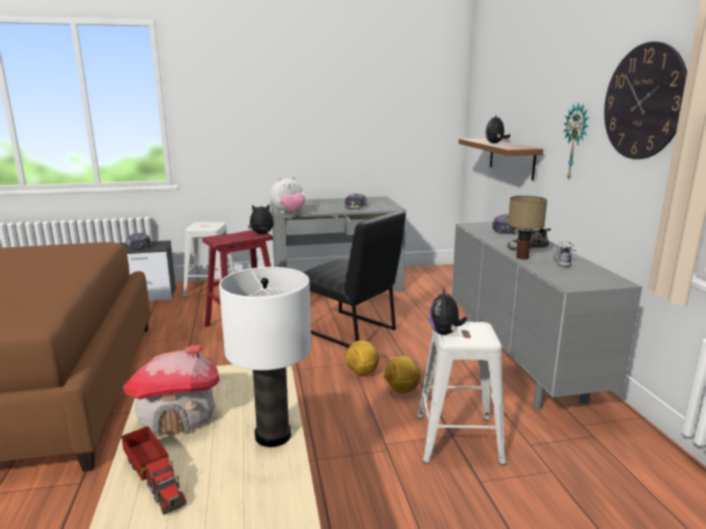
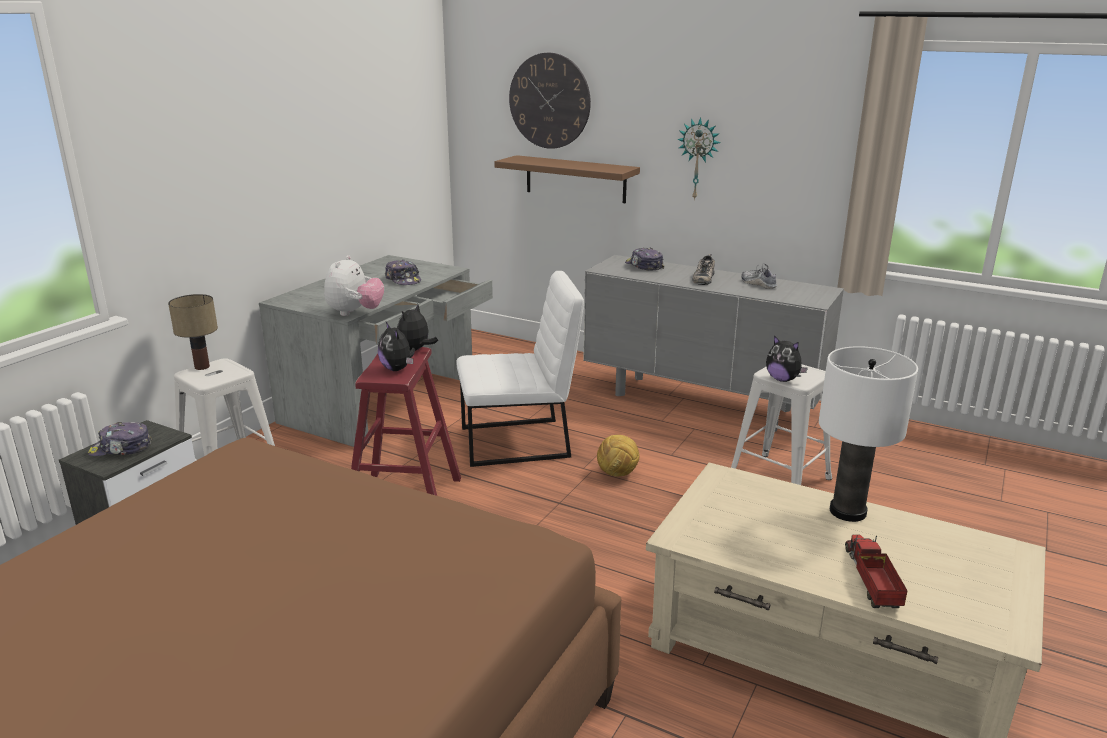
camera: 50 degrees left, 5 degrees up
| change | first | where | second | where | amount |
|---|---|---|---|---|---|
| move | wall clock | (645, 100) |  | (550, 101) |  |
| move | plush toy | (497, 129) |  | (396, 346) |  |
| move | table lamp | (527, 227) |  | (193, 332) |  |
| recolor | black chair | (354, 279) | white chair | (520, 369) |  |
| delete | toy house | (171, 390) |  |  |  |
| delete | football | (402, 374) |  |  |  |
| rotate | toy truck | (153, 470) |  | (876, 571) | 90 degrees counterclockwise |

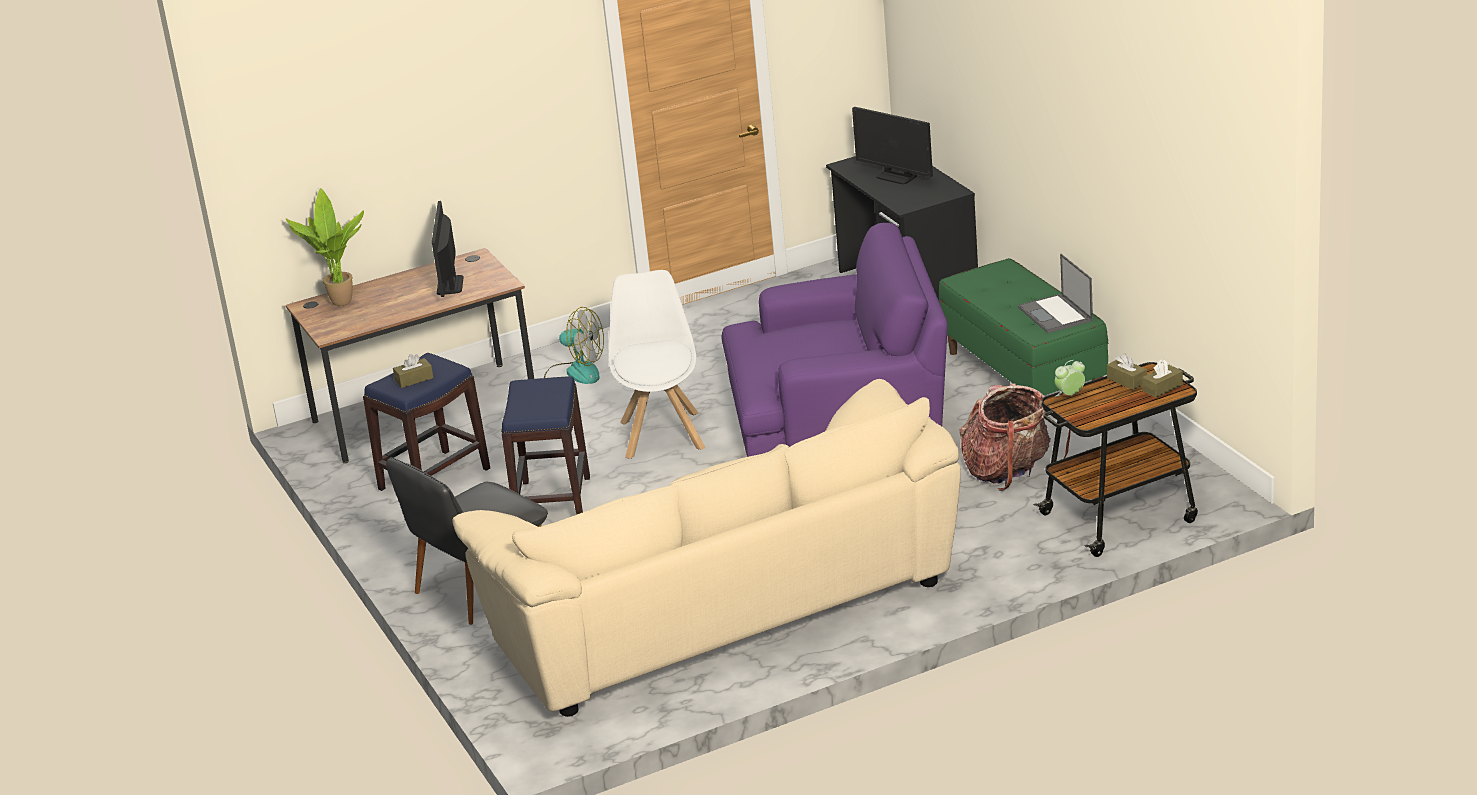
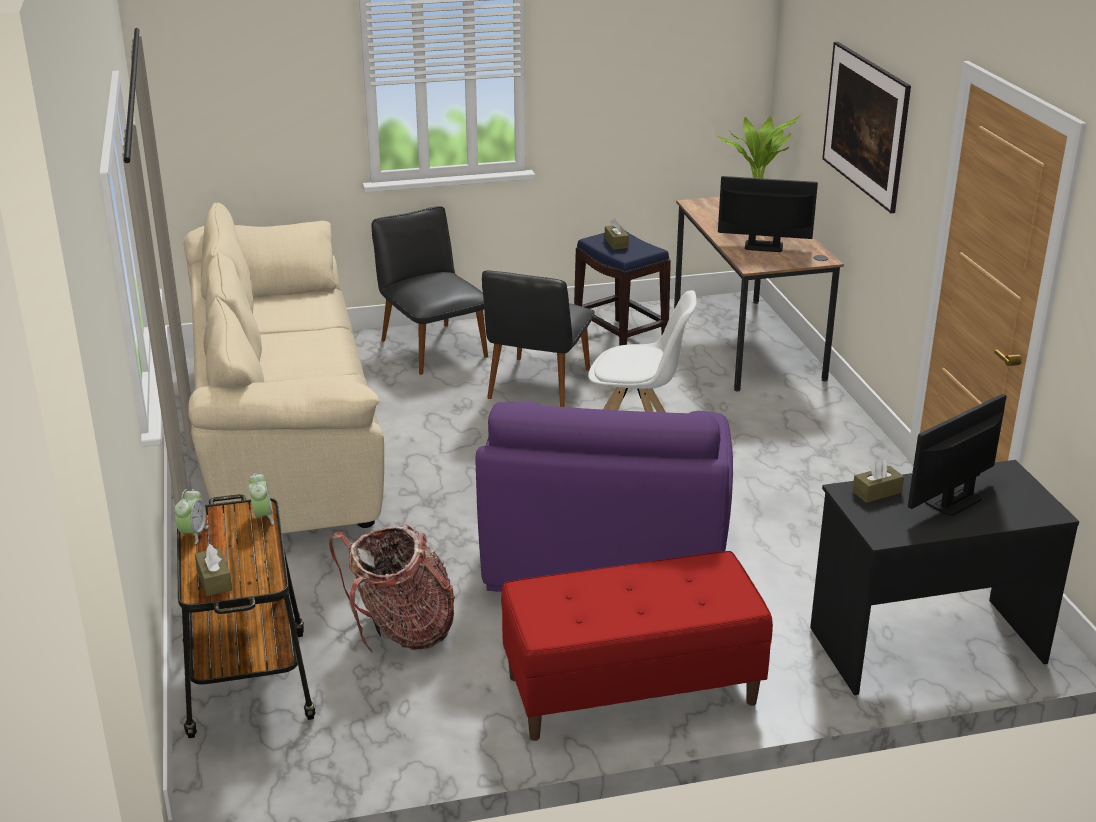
camera: 100 degrees right, 0 degrees up
| change | first | where | second | where | amount |
|---|---|---|---|---|---|
| delete | laptop | (1055, 293) |  |  |  |
| recolor | green bench | (1023, 326) | red bench | (637, 646) |  |
| delete | fan | (574, 345) |  |  |  |
| move | brown tissue box | (1127, 371) |  | (878, 480) |  |
| replace | stool | (545, 445) | black chair | (538, 338) |  |
| insert |  |  | picture | (866, 127) |  |
| insert |  |  | alarm clock | (191, 516) |  |

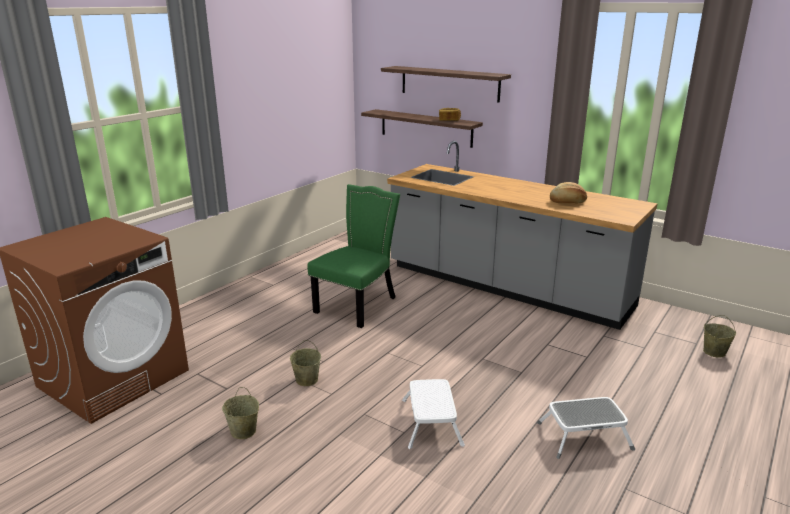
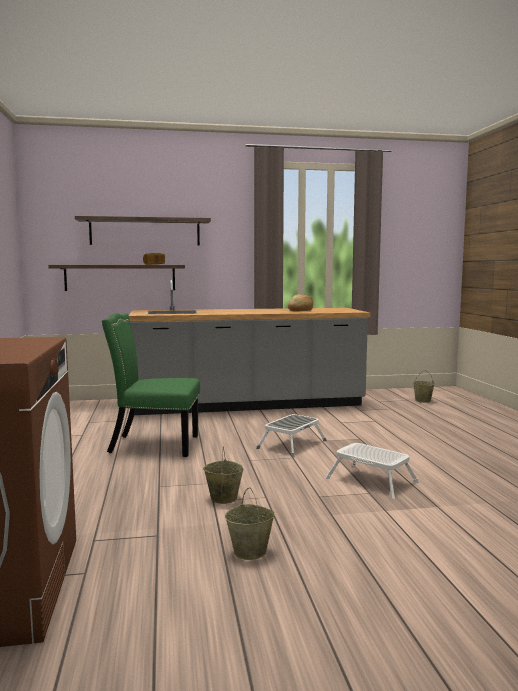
camera: 45 degrees left, 15 degrees down
| change | first | where | second | where | amount |
|---|---|---|---|---|---|
| rotate | green chair | (353, 256) |  | (151, 385) | 75 degrees counterclockwise |
| move | grey step ladder | (586, 428) |  | (291, 436) |  |

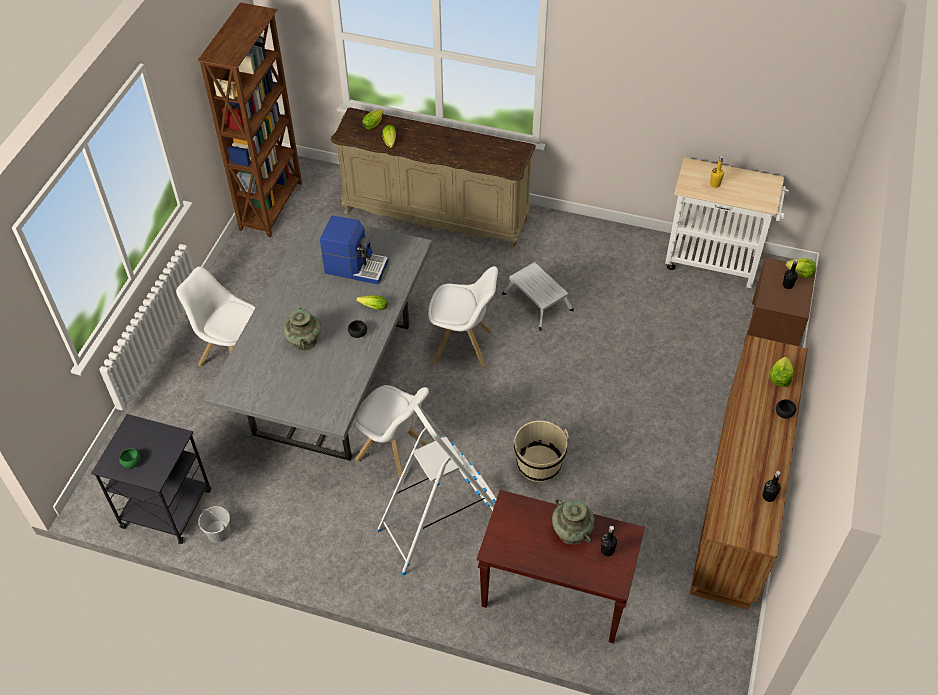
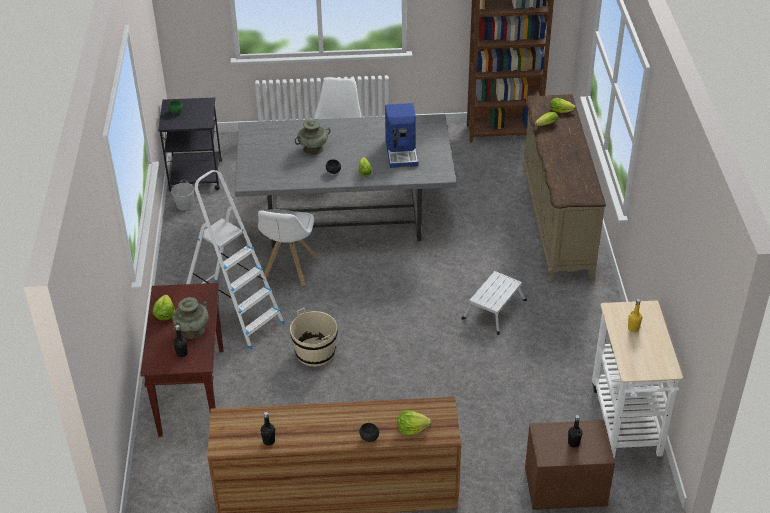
camera: 70 degrees right, 10 degrees down
| change | first | where | second | where | amount |
|---|---|---|---|---|---|
| move | lettuce | (801, 268) |  | (164, 307) |  |
| delete | white chair | (463, 317) |  |  |  |

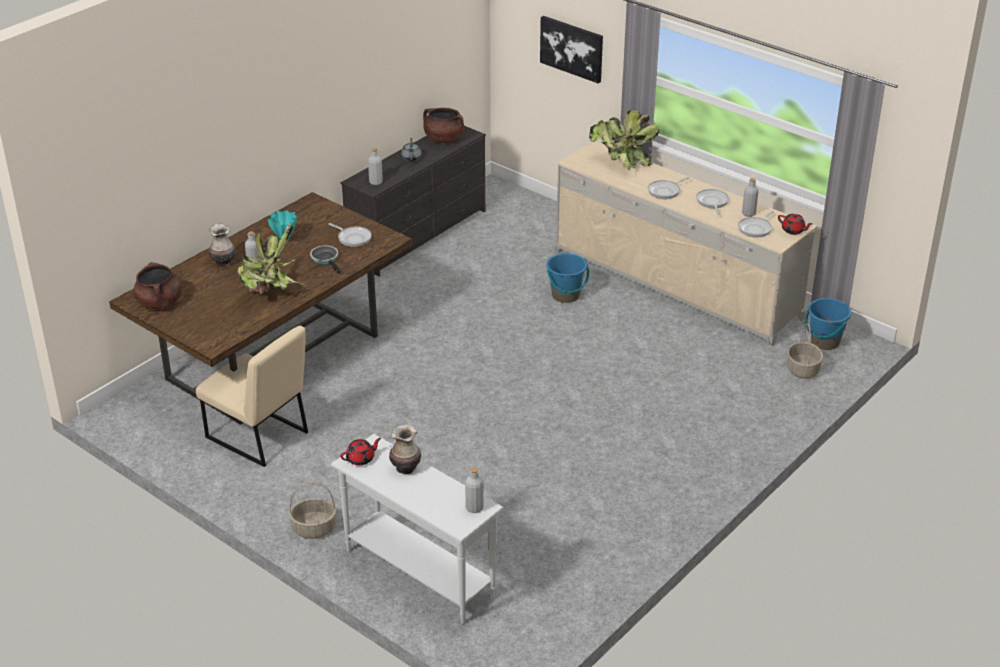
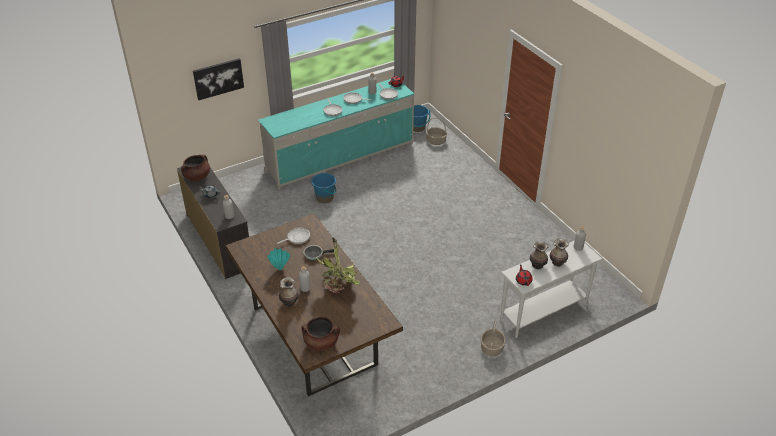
camera: 70 degrees left, 5 degrees up
| change | first | where | second | where | amount |
|---|---|---|---|---|---|
| delete | potted plant | (624, 140) |  |  |  |
| recolor | beige cabinet | (687, 244) | turquoise cabinet | (336, 134) |  |
| delete | beige chair | (252, 396) |  |  |  |
| insert |  |  | vase | (559, 253) |  |

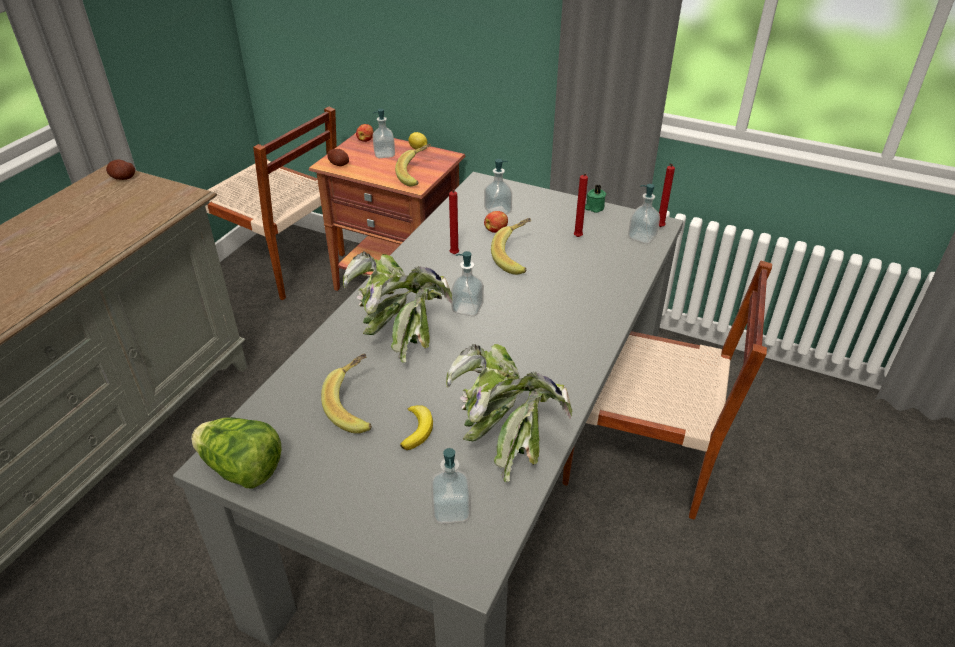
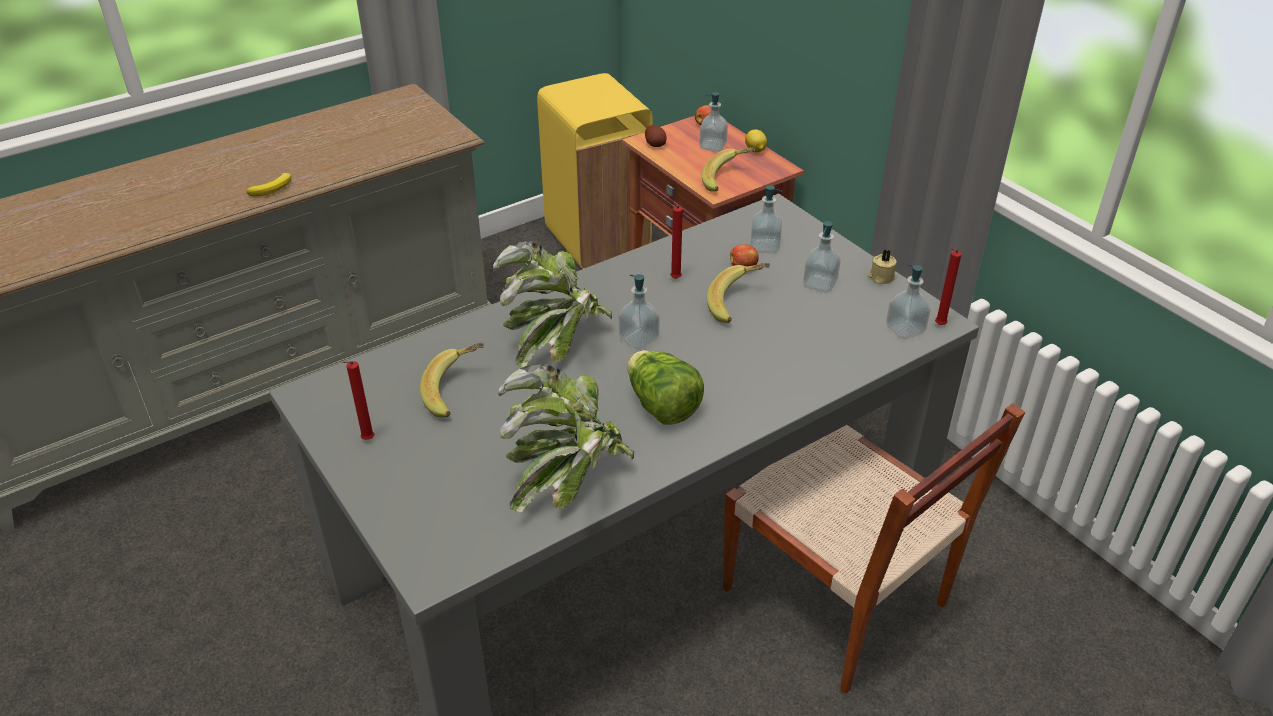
camera: 30 degrees right, 0 degrees up
| change | first | where | second | where | amount |
|---|---|---|---|---|---|
| replace | chair | (275, 203) | yellow trash can | (595, 171) |  |
| delete | potato | (120, 169) |  |  |  |
| move | red candle | (581, 205) |  | (357, 400) |  |
| recolor | green candle | (595, 199) | beige candle | (882, 267) |  |
| move | banana | (416, 427) |  | (269, 185) |  |
| move | lettuce | (236, 453) |  | (665, 387) |  |
| move | soap dispenser | (451, 486) |  | (822, 257) |  |

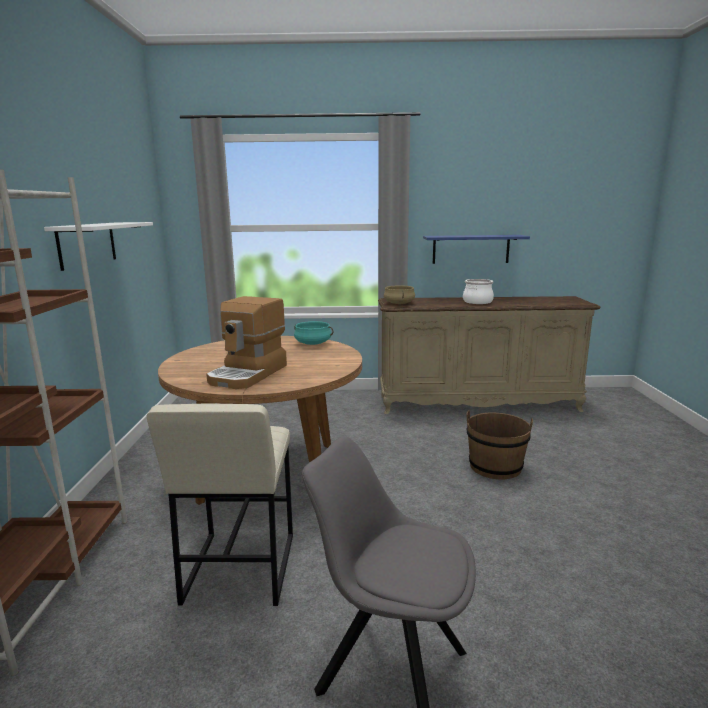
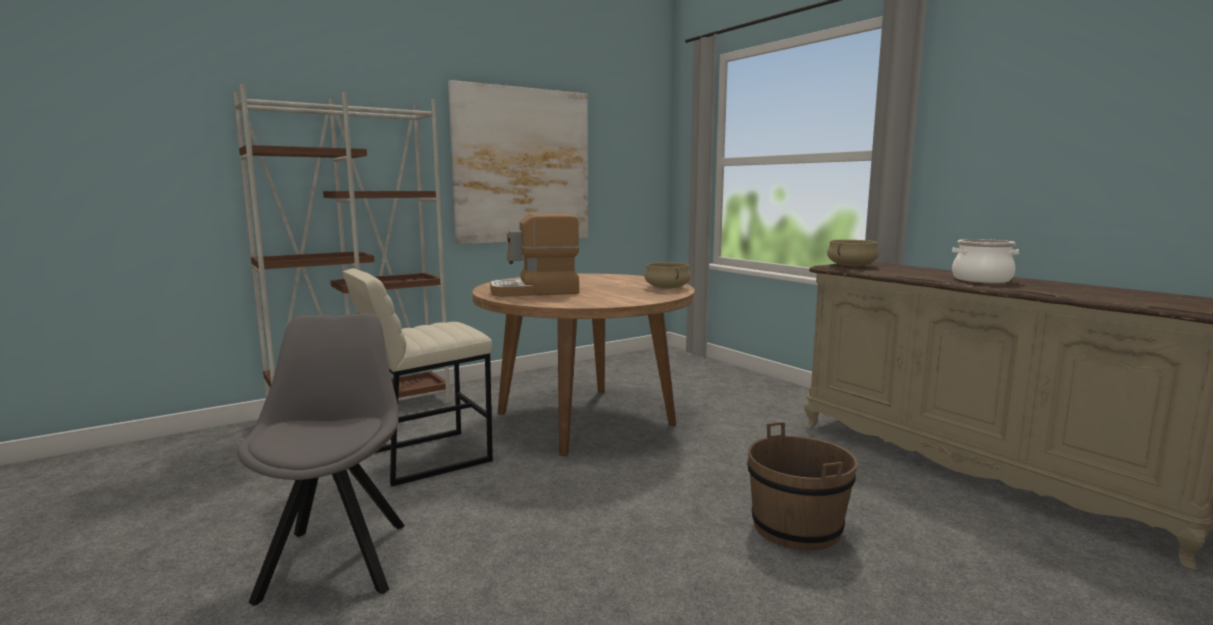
camera: 55 degrees right, 5 degrees down
| change | first | where | second | where | amount |
|---|---|---|---|---|---|
| replace | white shelf | (98, 246) | picture | (518, 162) |  |
| delete | blue shelf | (476, 249) |  |  |  |
| recolor | turquoise cooking pot | (314, 333) | beige cooking pot | (667, 275) |  |

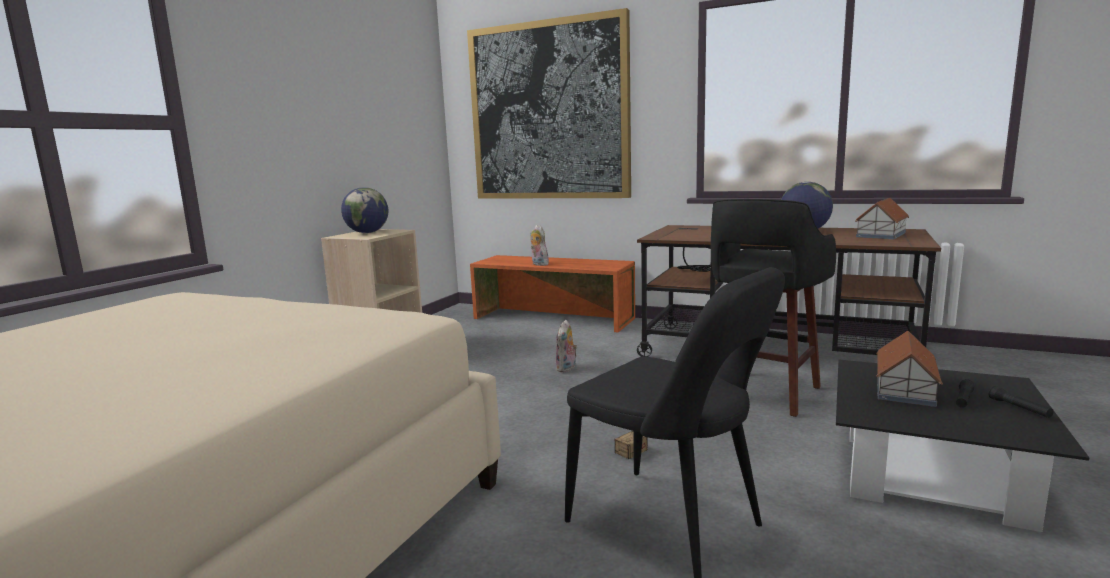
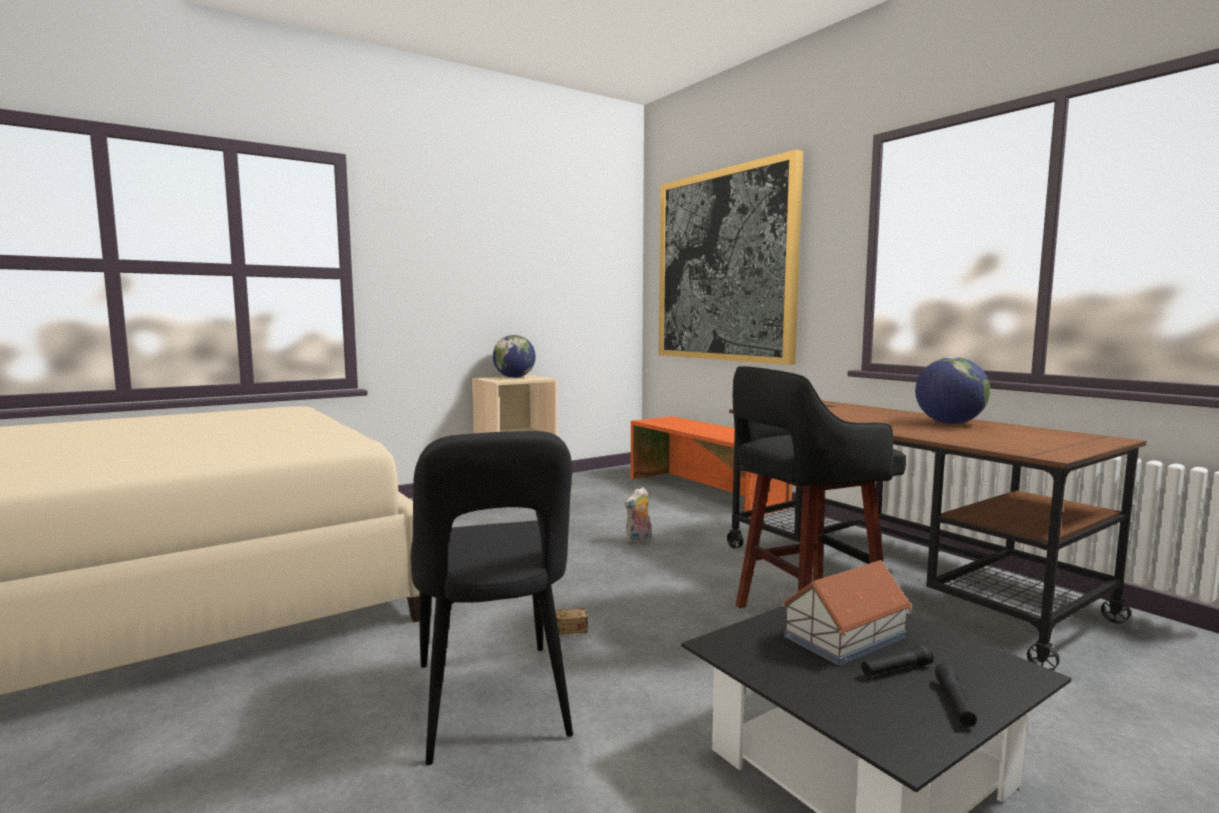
camera: 30 degrees right, 5 degrees down
| change | first | where | second | where | amount |
|---|---|---|---|---|---|
| delete | toy house | (882, 219) |  |  |  |
| delete | plush toy | (539, 245) |  |  |  |

